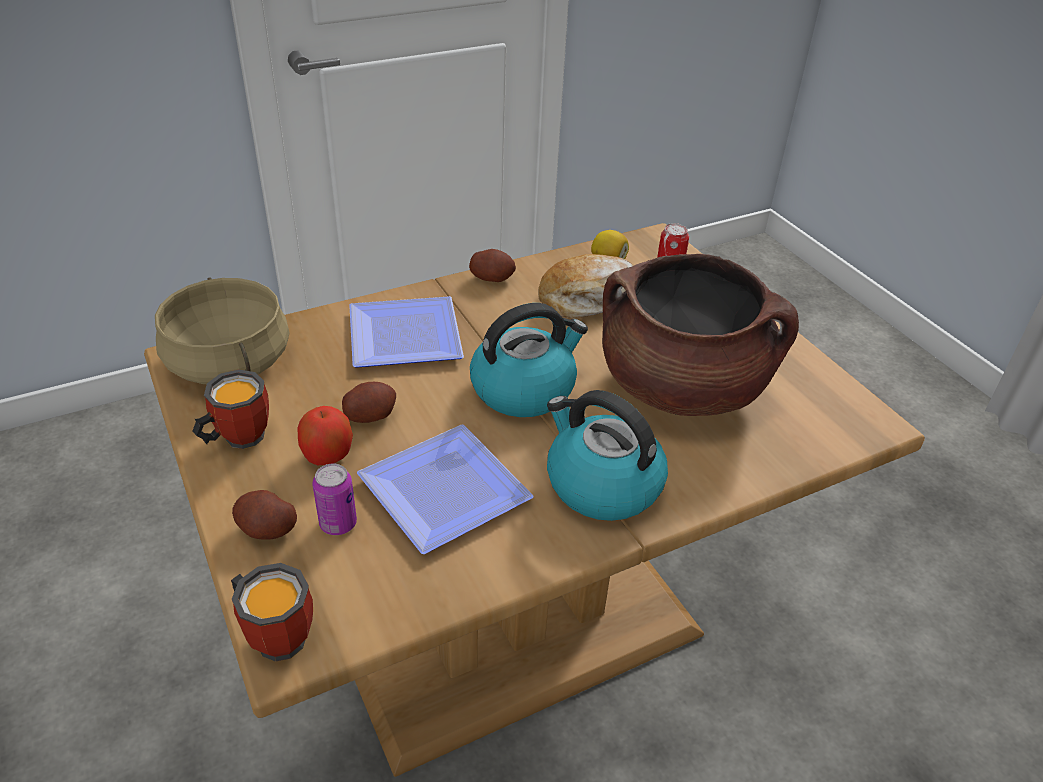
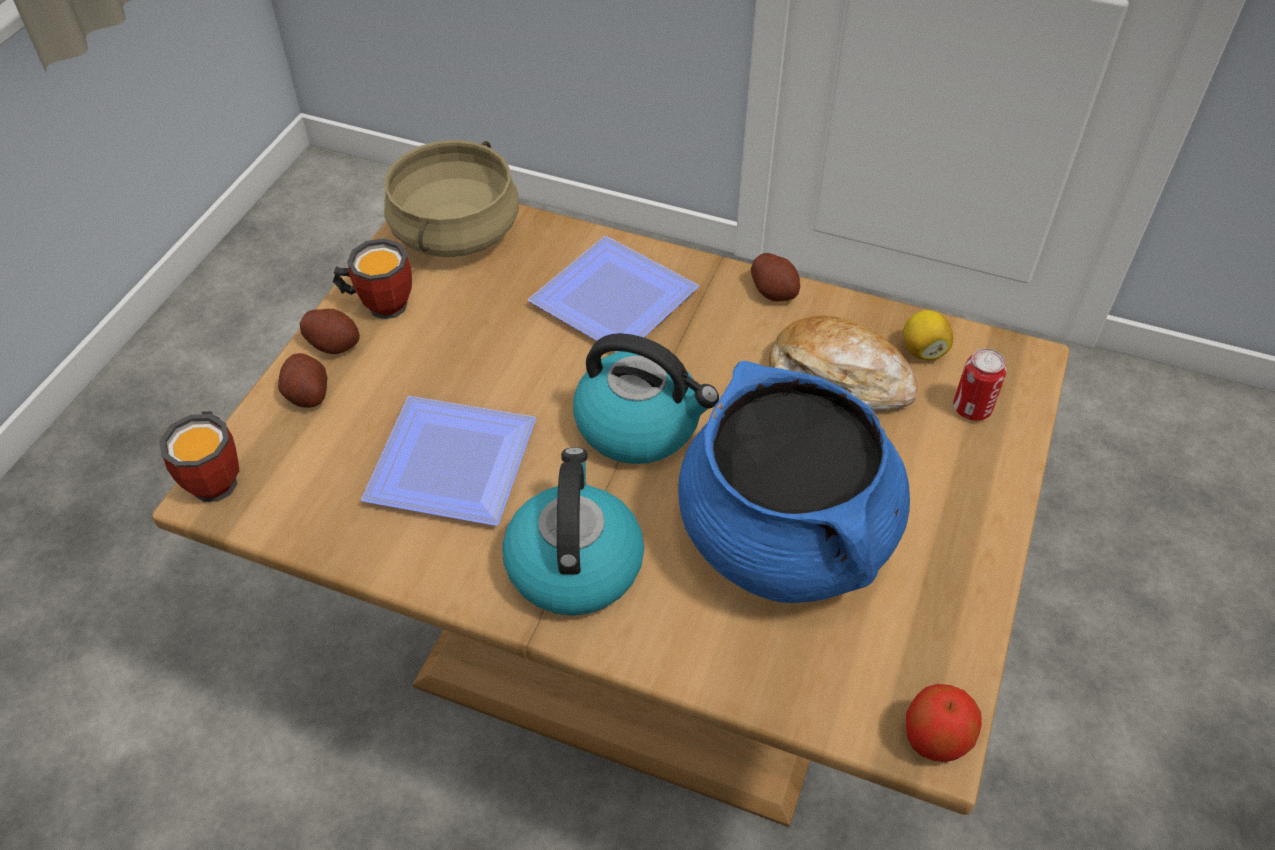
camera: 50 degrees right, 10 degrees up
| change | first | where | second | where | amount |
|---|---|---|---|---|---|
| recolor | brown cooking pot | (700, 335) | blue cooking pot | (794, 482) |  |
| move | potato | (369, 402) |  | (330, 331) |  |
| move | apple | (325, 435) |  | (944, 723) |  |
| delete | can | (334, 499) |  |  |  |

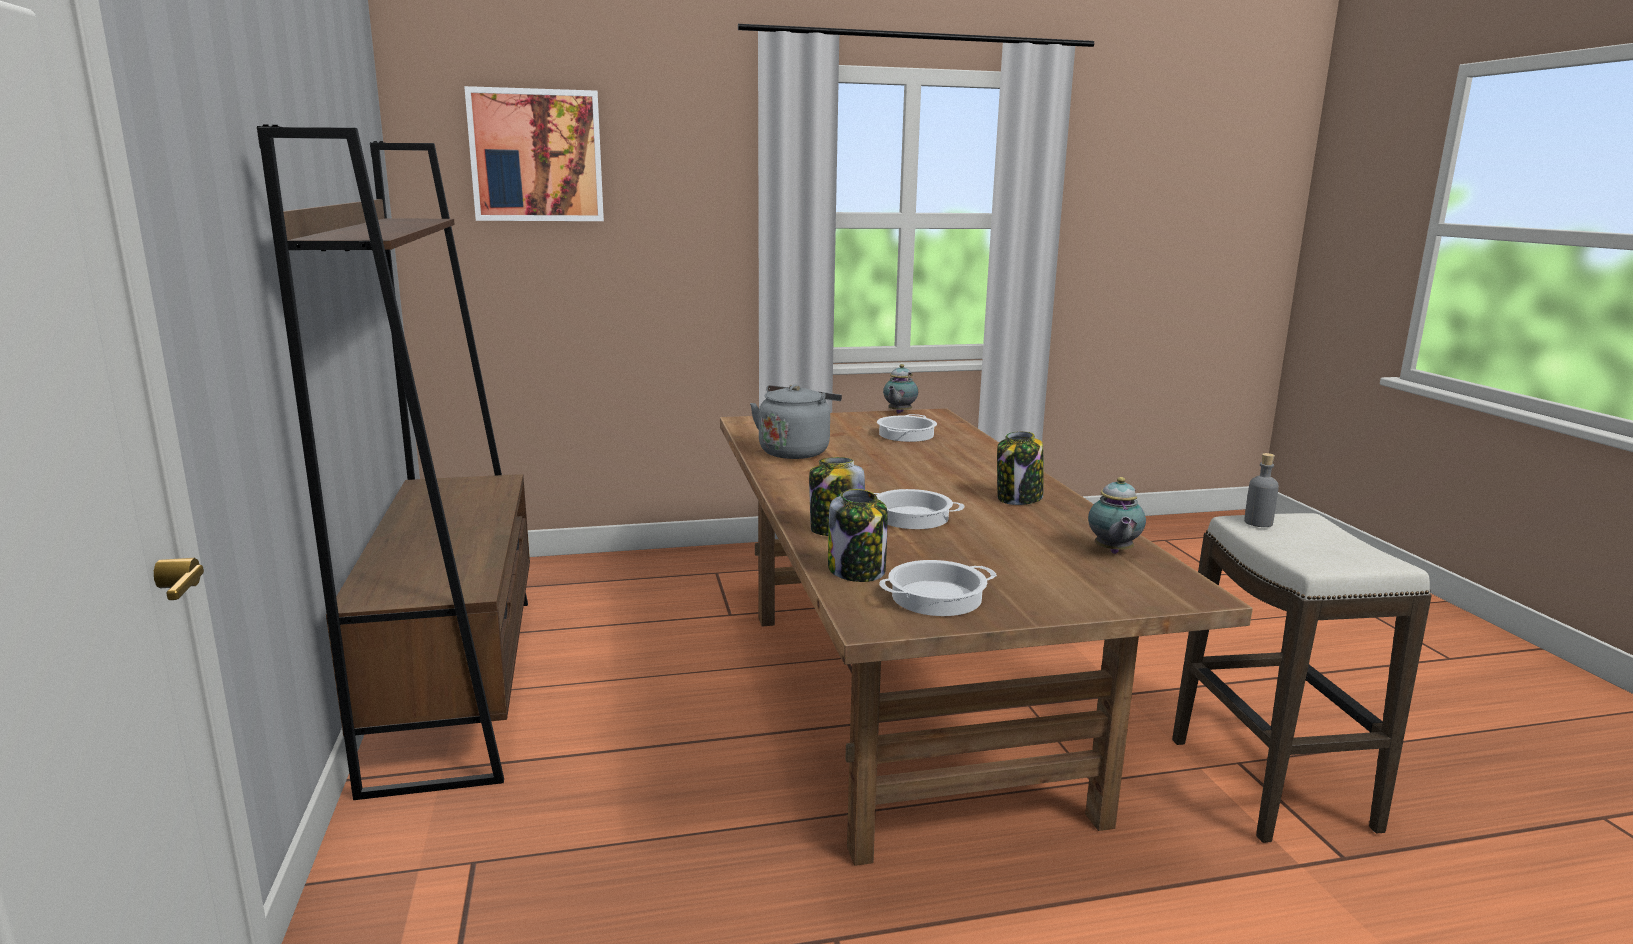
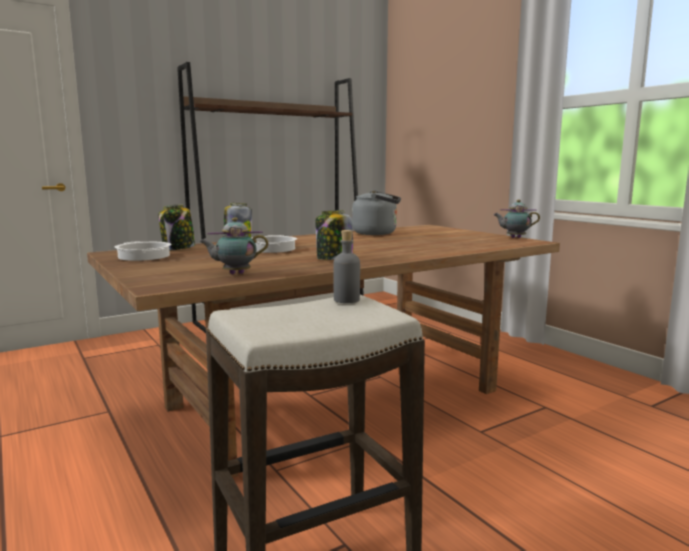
camera: 70 degrees right, 5 degrees down
| change | first | where | second | where | amount |
|---|---|---|---|---|---|
| delete | picture | (534, 153) |  |  |  |
| delete | cooking pot | (907, 428) |  |  |  |

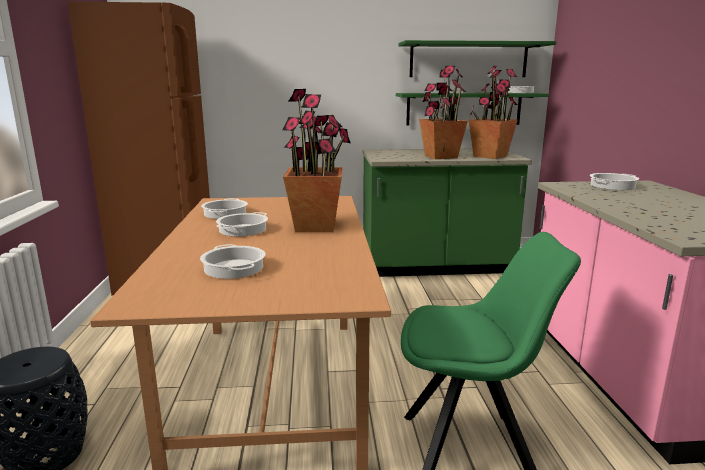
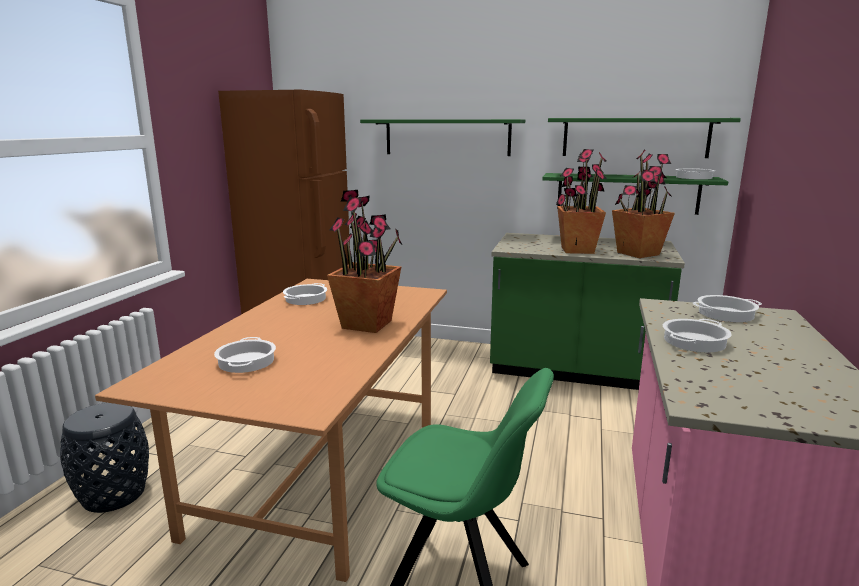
camera: 20 degrees right, 0 degrees up
| change | first | where | second | where | amount |
|---|---|---|---|---|---|
| move | cooking pot | (242, 224) |  | (697, 335) |  |
| insert |  |  | green shelf | (442, 137) |  |

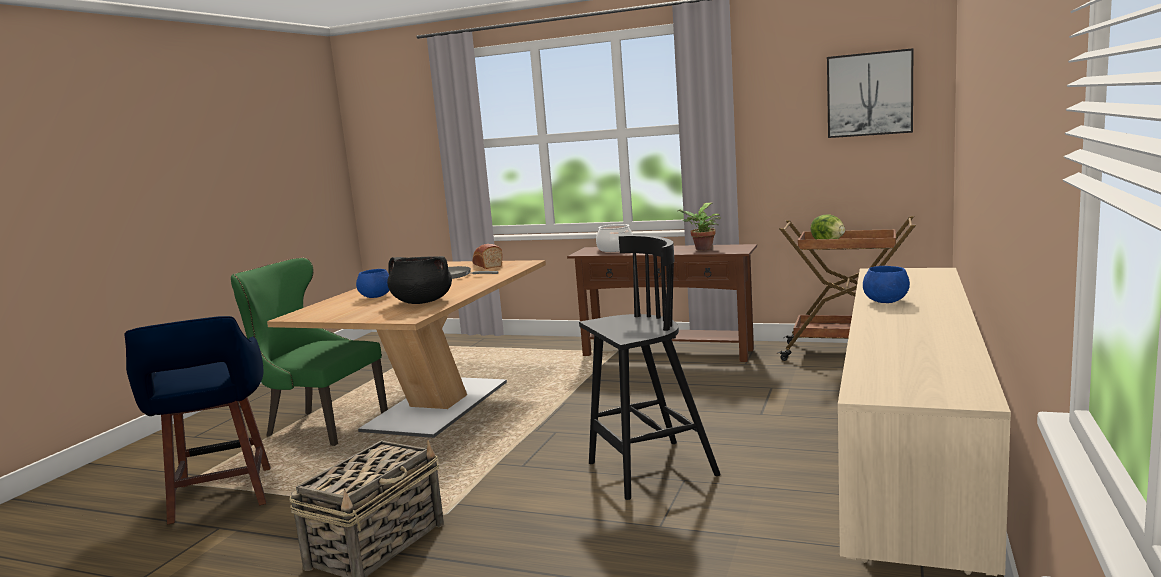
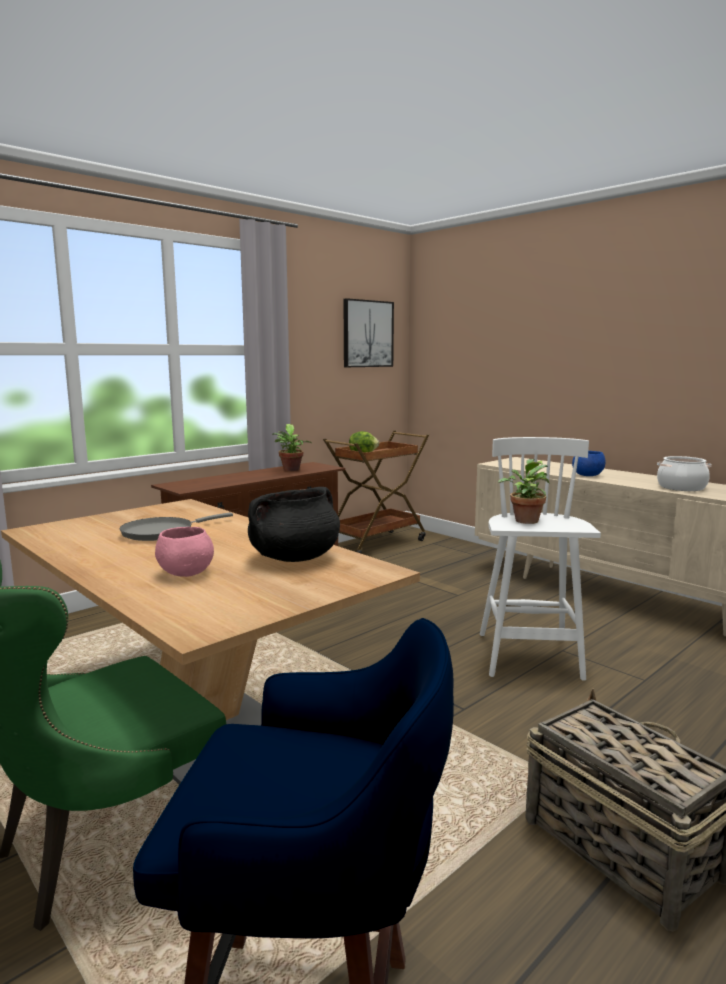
camera: 65 degrees left, 0 degrees up
| change | first | where | second | where | amount |
|---|---|---|---|---|---|
| move | cooking pot | (614, 238) |  | (684, 473) |  |
| recolor | black stool | (650, 367) | white stool | (540, 559) |  |
| delete | bread | (487, 256) |  |  |  |
| recolor | blue bowl | (373, 283) | pink bowl | (184, 552) |  |
| insert |  |  | potted plant | (524, 491) |  |

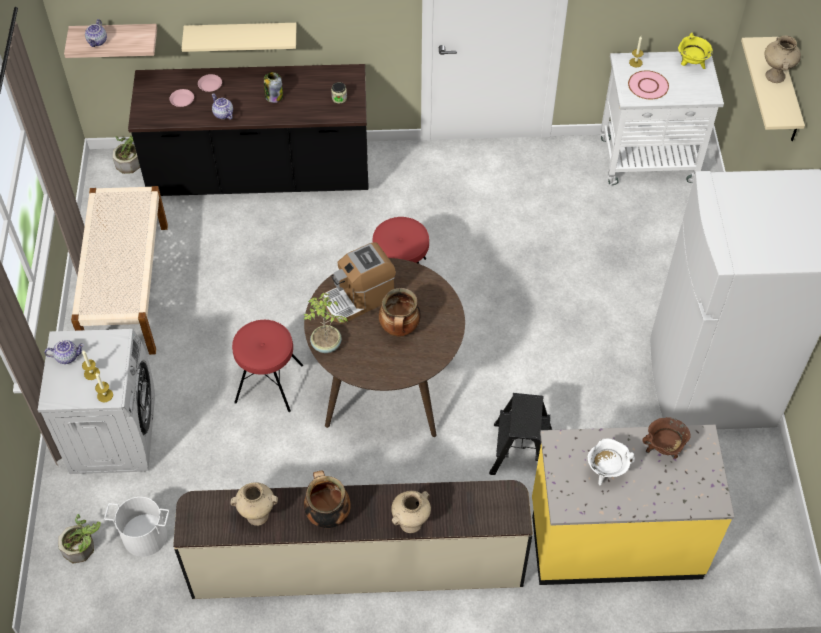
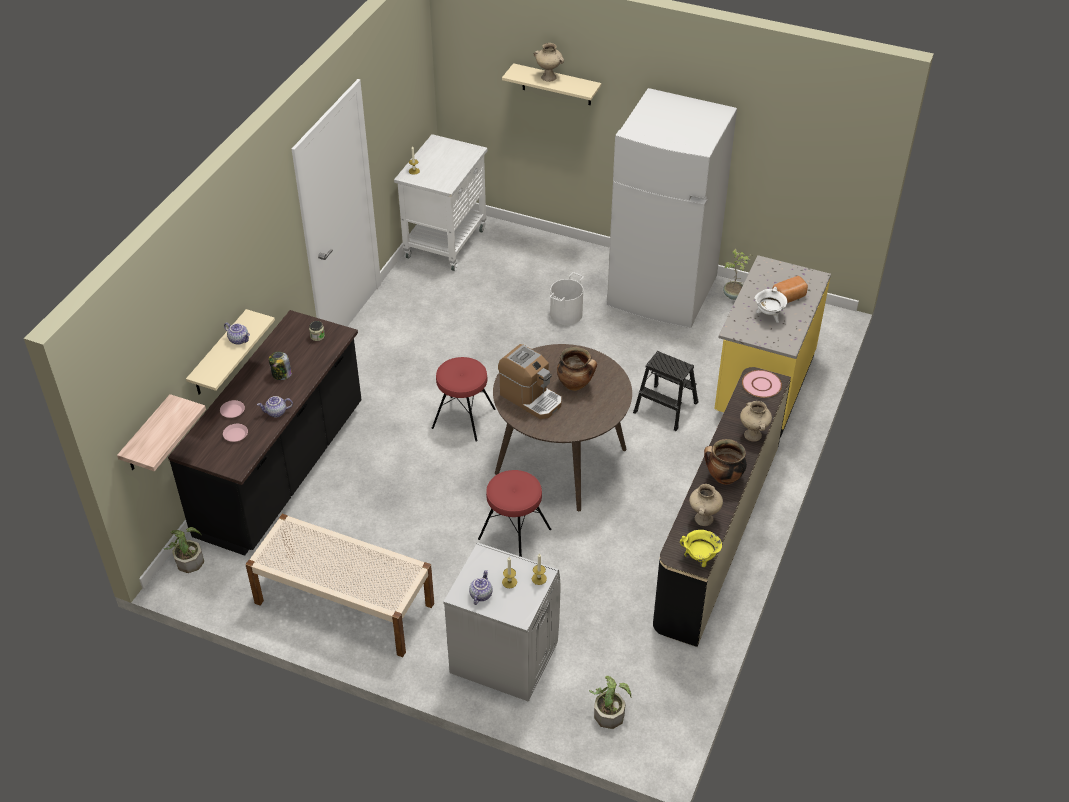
camera: 65 degrees left, 10 degrees down
| change | first | where | second | where | amount |
|---|---|---|---|---|---|
| move | teapot | (96, 33) |  | (237, 333) |  |
| move | yellow cooking pot | (695, 51) |  | (701, 548) |  |
| move | pink plate | (648, 85) |  | (762, 384) |  |
| rotate | coffee machine | (359, 283) |  | (530, 381) | 45 degrees counterclockwise |
| move | potted plant | (325, 323) |  | (738, 274) |  |
| delete | brown cooking pot | (666, 438) |  |  |  |
| move | white bucket | (136, 527) |  | (567, 298) |  |
| insert |  |  | bread | (790, 289) |  |

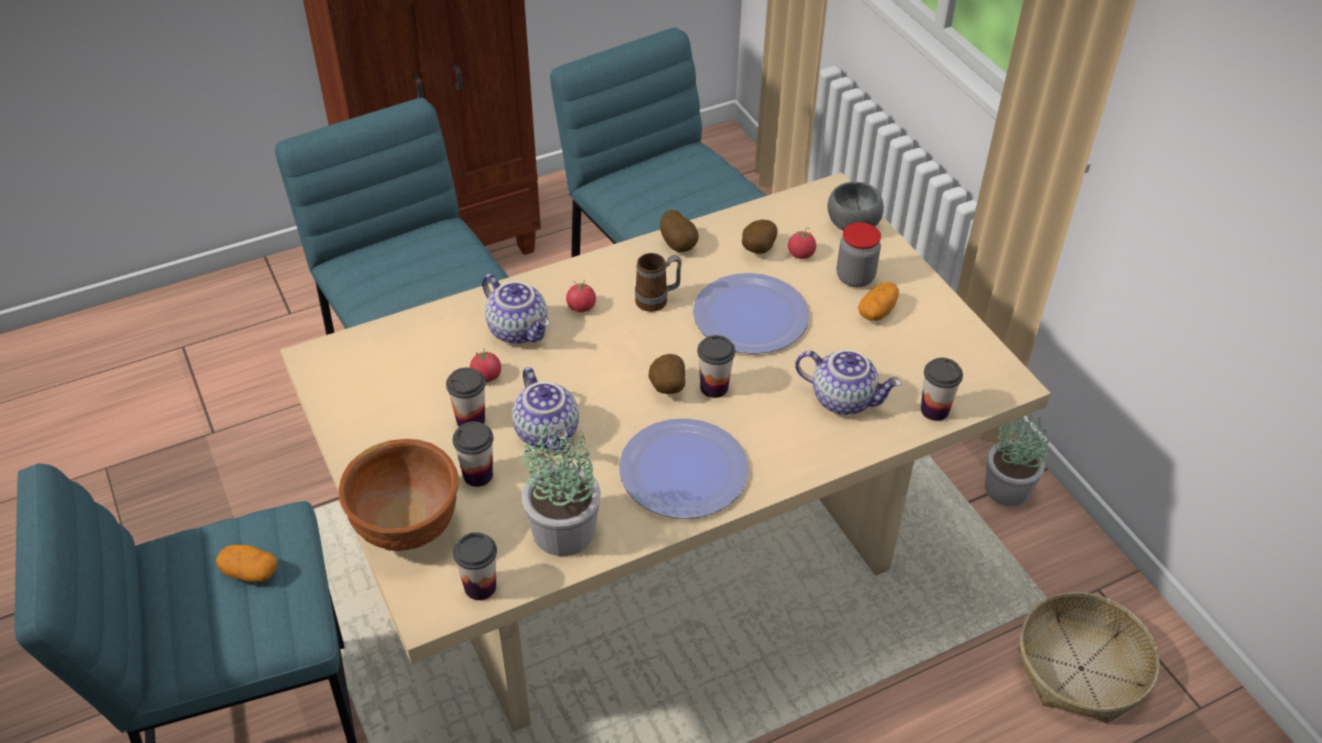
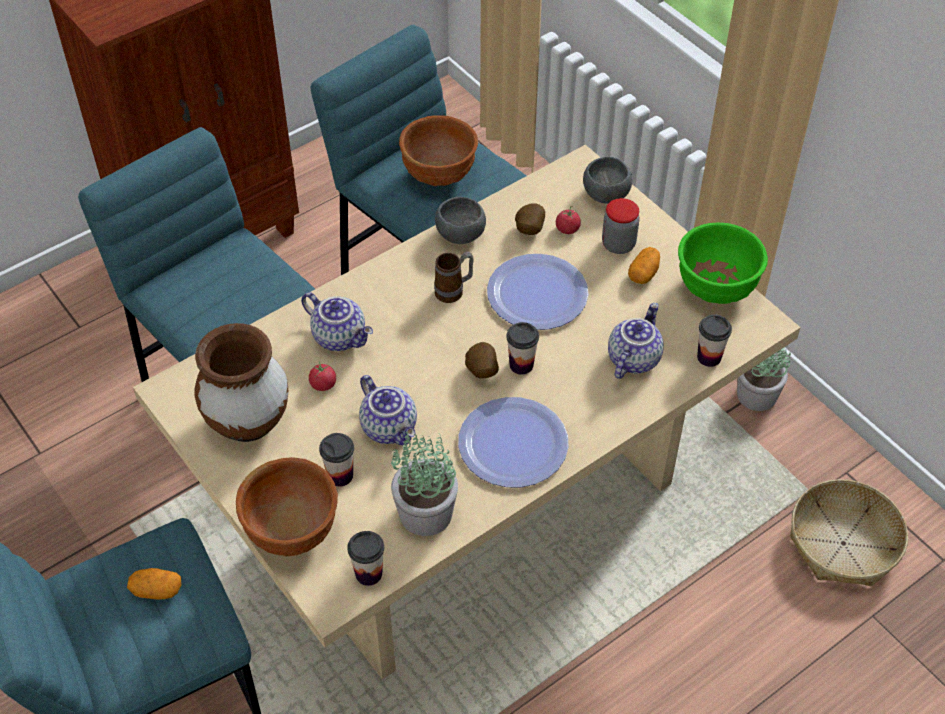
camera: 10 degrees left, 5 degrees up
| change | first | where | second | where | amount |
|---|---|---|---|---|---|
| replace | potato | (679, 231) | grey bowl | (460, 220) |  |
| delete | tomato | (581, 296) |  |  |  |
| rotate | teapot | (848, 382) |  | (636, 341) | 75 degrees counterclockwise |
| delete | cup | (465, 397) |  |  |  |
| insert |  |  | brown bowl | (438, 150) |  |
| insert |  |  | green bowl | (723, 263) |  |
| insert |  |  | brown vase | (241, 382) |  |

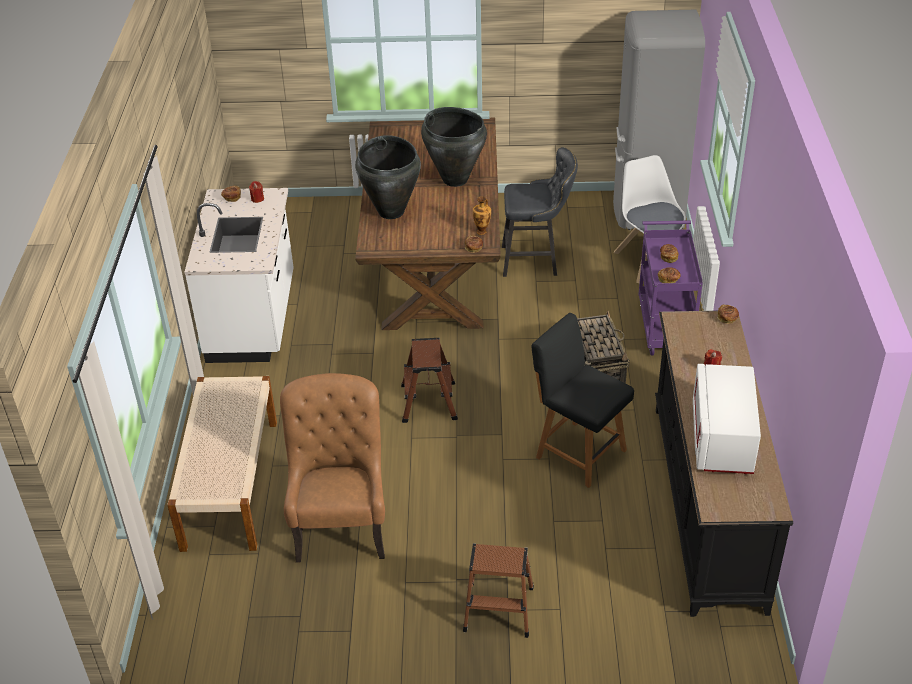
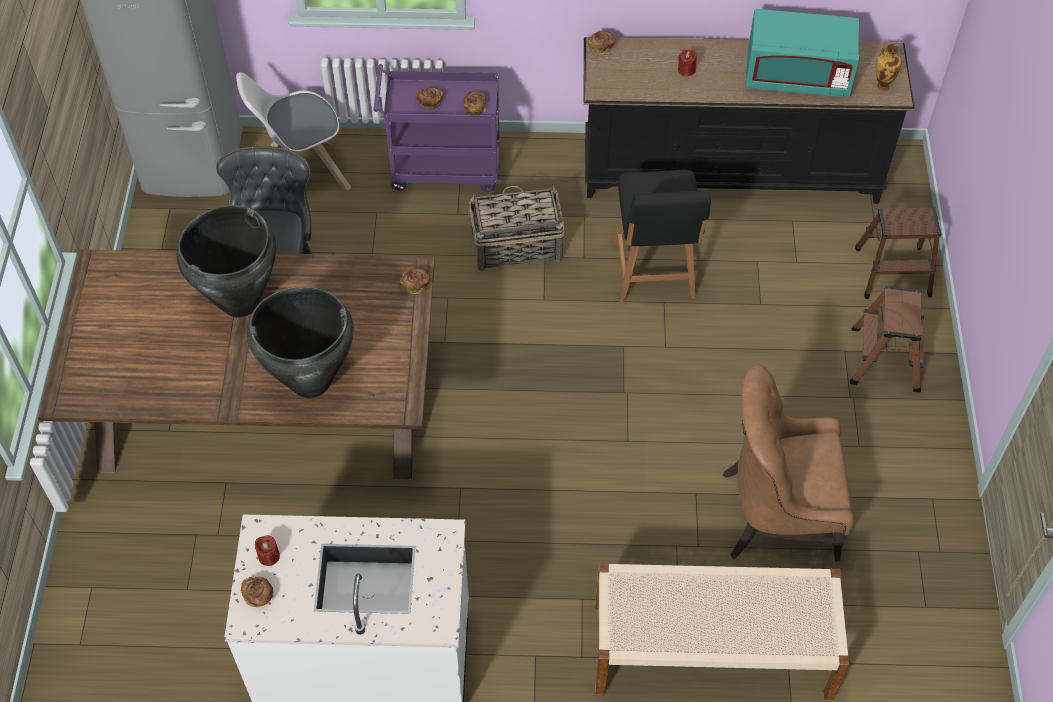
camera: 90 degrees left, 15 degrees up
| change | first | where | second | where | amount |
|---|---|---|---|---|---|
| move | vase | (482, 215) |  | (888, 67) |  |
| rotate | black chair | (583, 400) |  | (662, 236) | 45 degrees counterclockwise |
| move | brown step ladder | (429, 380) |  | (898, 253) |  |
| recolor | white microwave | (727, 419) | turquoise microwave | (802, 53) |  |

